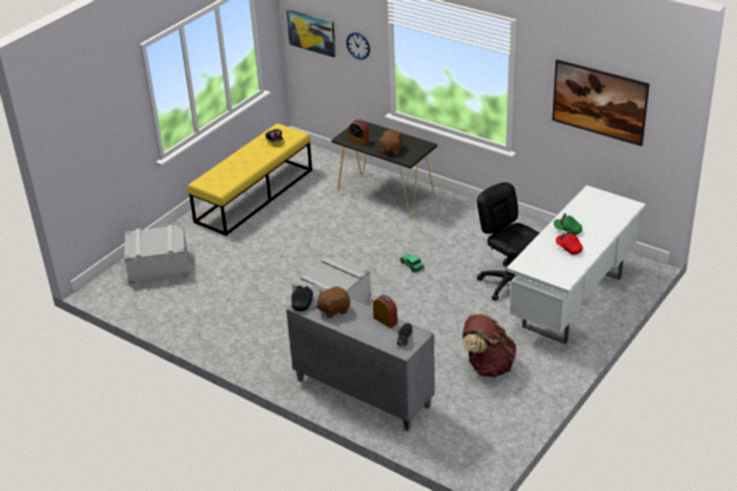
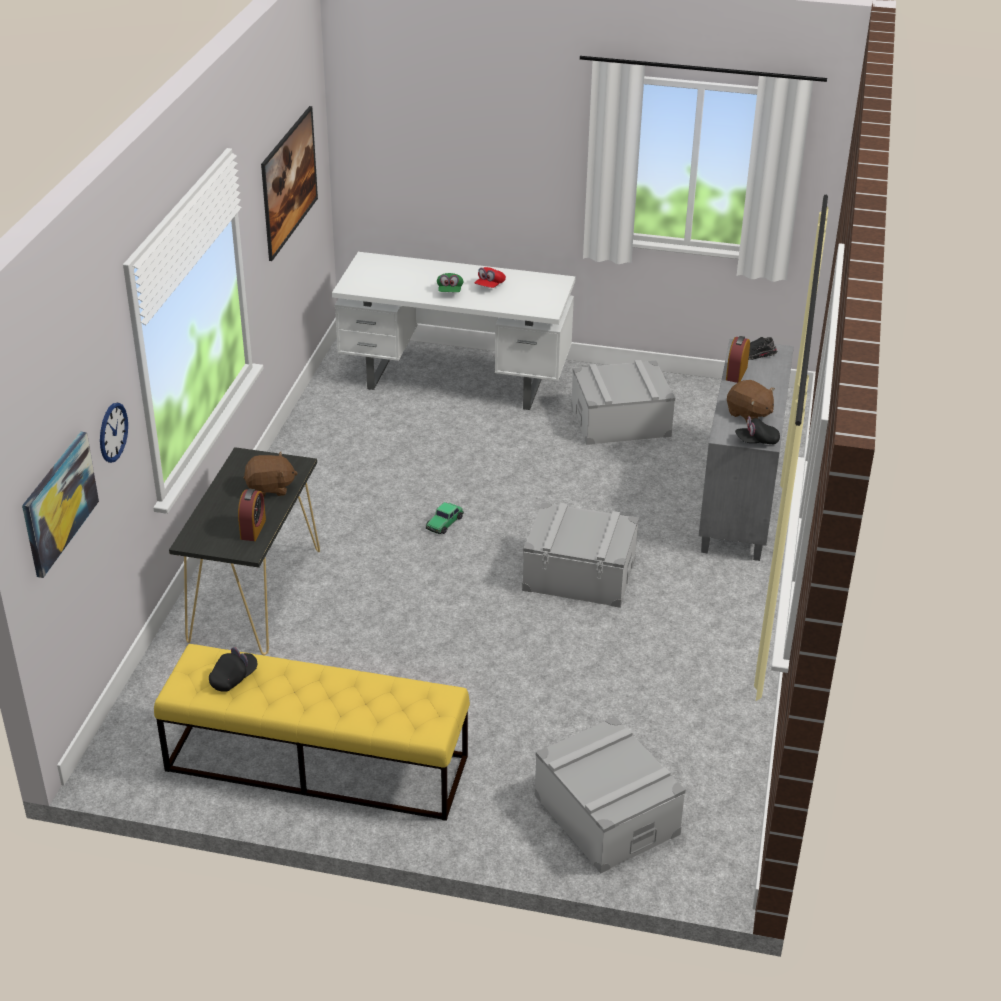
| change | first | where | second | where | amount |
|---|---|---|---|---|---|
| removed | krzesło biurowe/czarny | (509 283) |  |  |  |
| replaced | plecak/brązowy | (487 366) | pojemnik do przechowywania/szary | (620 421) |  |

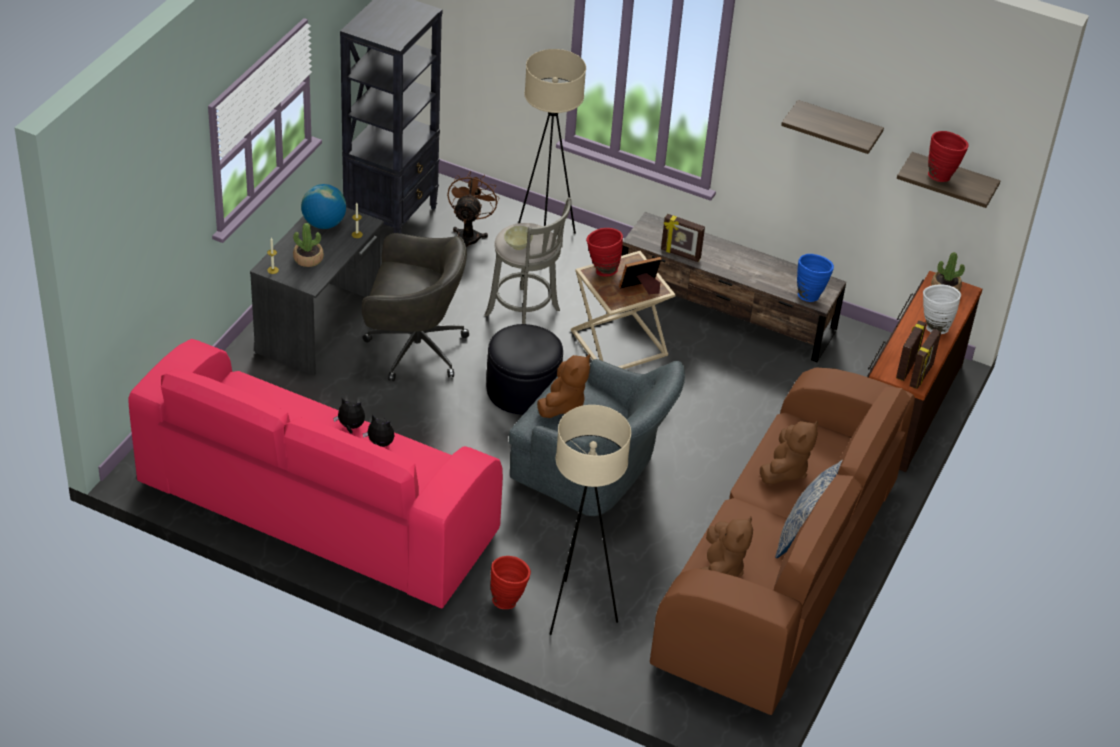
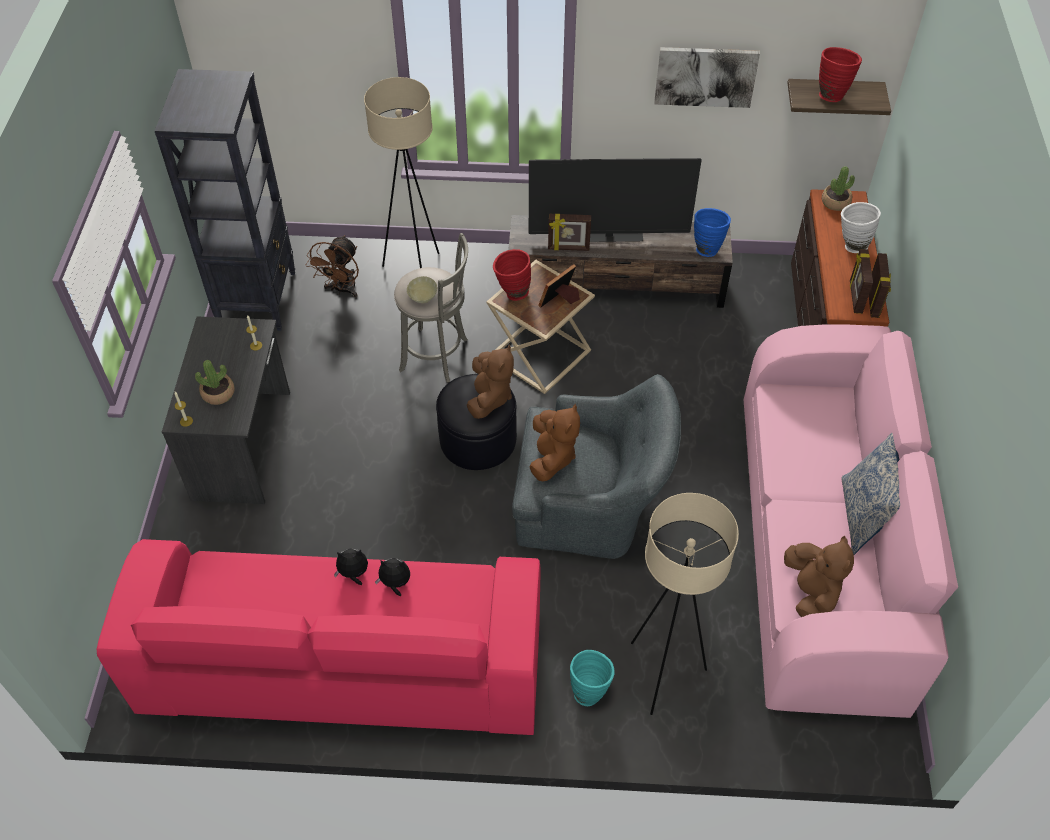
| change | first | where | second | where | amount |
|---|---|---|---|---|---|
| replaced | półka | (838 128) | obraz | (705 76) |  |
| turned | wentylator/brązowy | (469 235) |  | (342 290) | 150 degrees counterclockwise |
| removed | globus | (324 224) |  |  |  |
| removed | krzesło biurowe/szary | (413 348) |  |  |  |
| recoloured | kanapa/brązowy | (779 573) | kanapa/różowy | (819 547) |  |
| moved | pluszak/brązowy | (785 470) |  | (489 397) |  |
| recoloured | wazon/czerwony | (508 599) | wazon/turkusowy | (589 690) |  |
| added |  |  | telewizor | (608 237) |  |

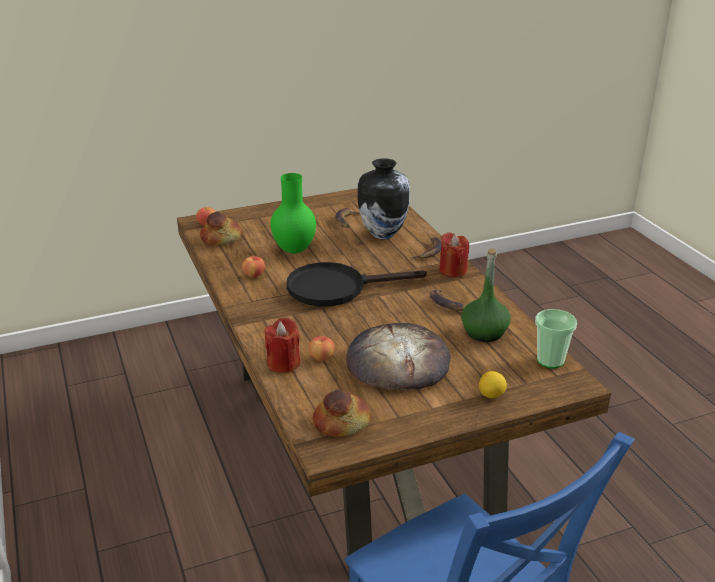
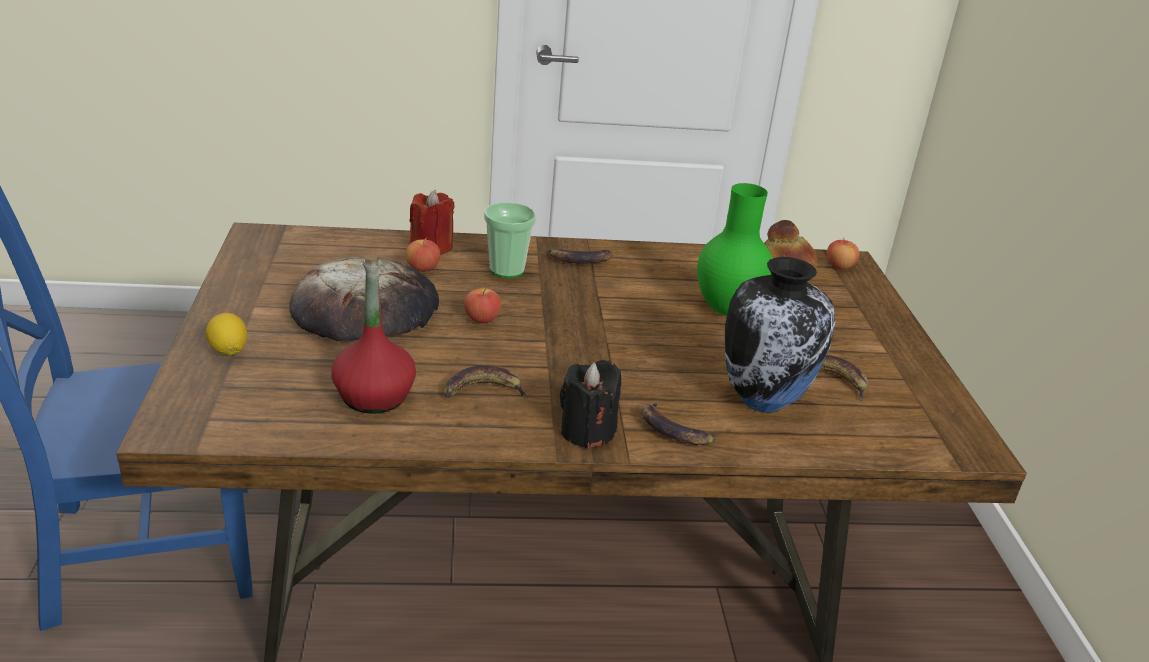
| change | first | where | second | where | amount |
|---|---|---|---|---|---|
| recoloured | świeca/czerwony | (453 270) | świeca/czarny | (587 432) |  |
| recoloured | butelka/zielony | (484 332) | butelka/czerwony | (373 396) |  |
| moved | jabłko | (254 275) |  | (482 319) |  |
| removed | patelnia/czarny | (337 288) |  |  |  |
| moved | filiżanka | (550 360) |  | (507 270) |  |
| removed | chleb | (341 423) |  |  |  |
| added |  |  | banan | (580 259) |  |

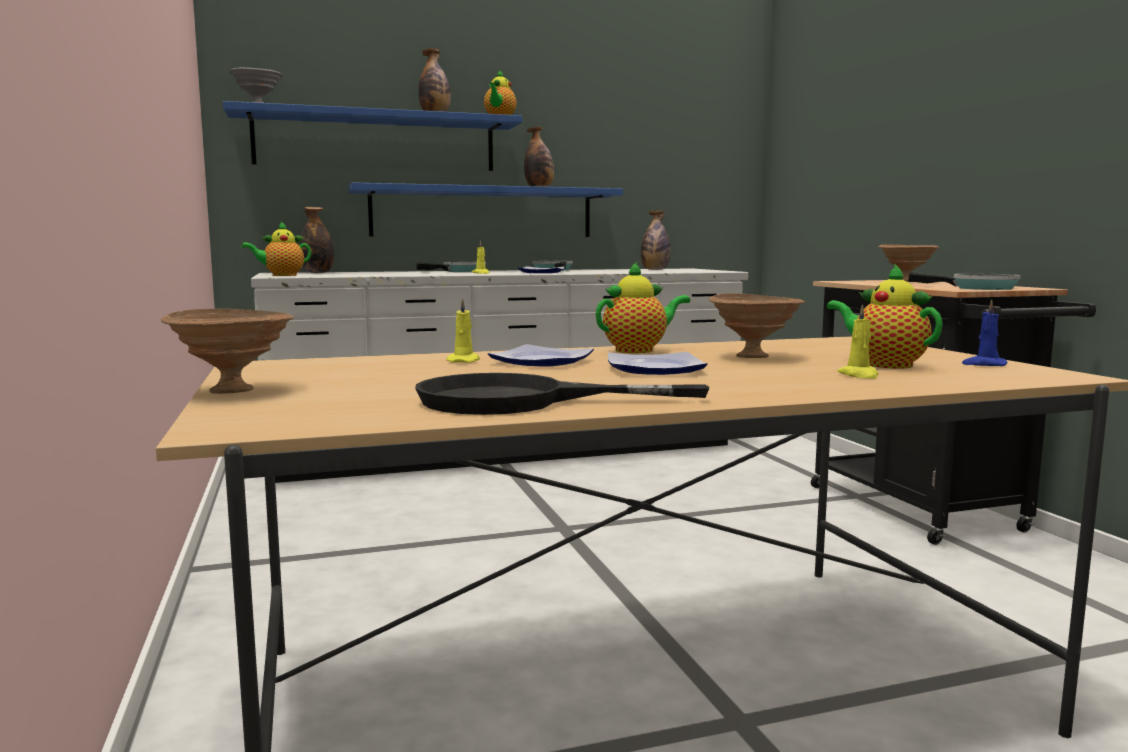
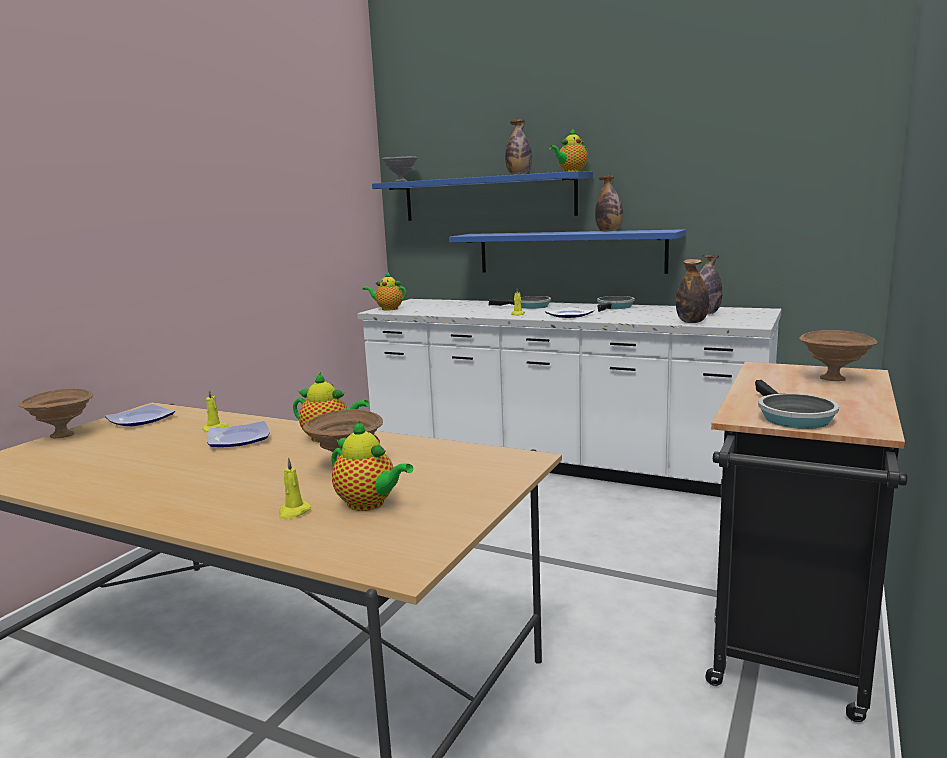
| change | first | where | second | where | amount |
|---|---|---|---|---|---|
| moved | butelka | (317 273) |  | (691 322) |  |
| turned | imbryk | (884 364) |  | (369 504) | 120 degrees clockwise |
| removed | świeca/niebieski | (984 365) |  |  |  |
| moved | talerz | (653 369) |  | (141 419) |  |
| removed | patelnia/czarny | (520 400) |  |  |  |

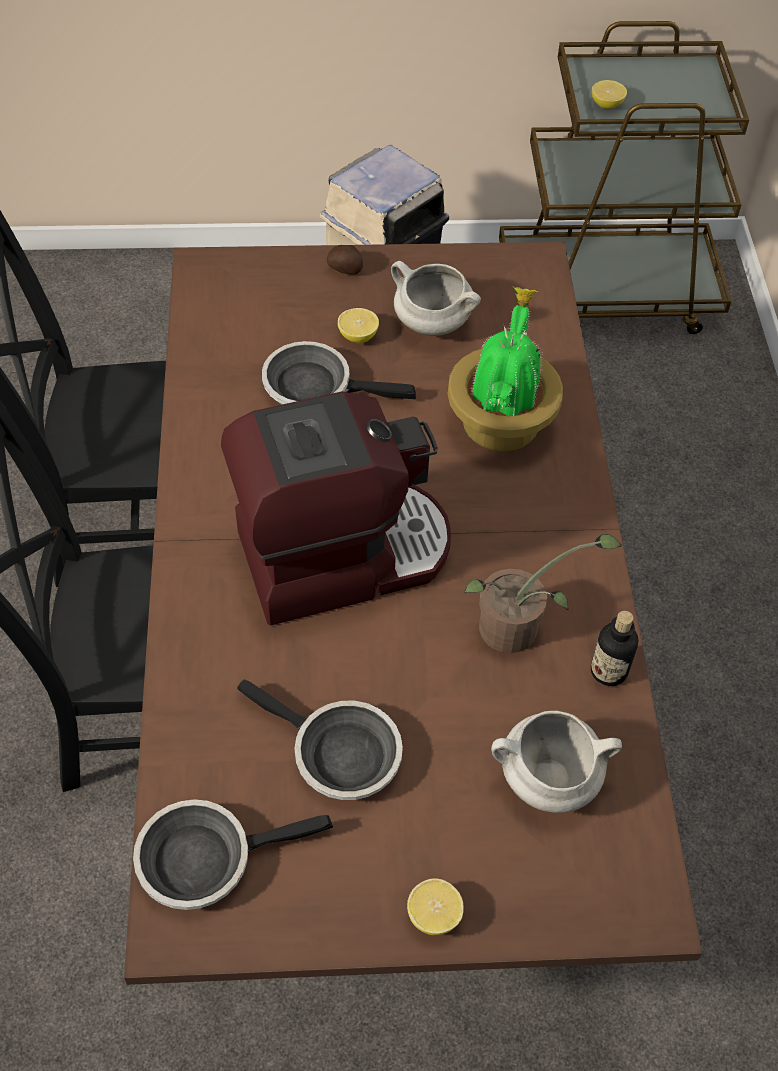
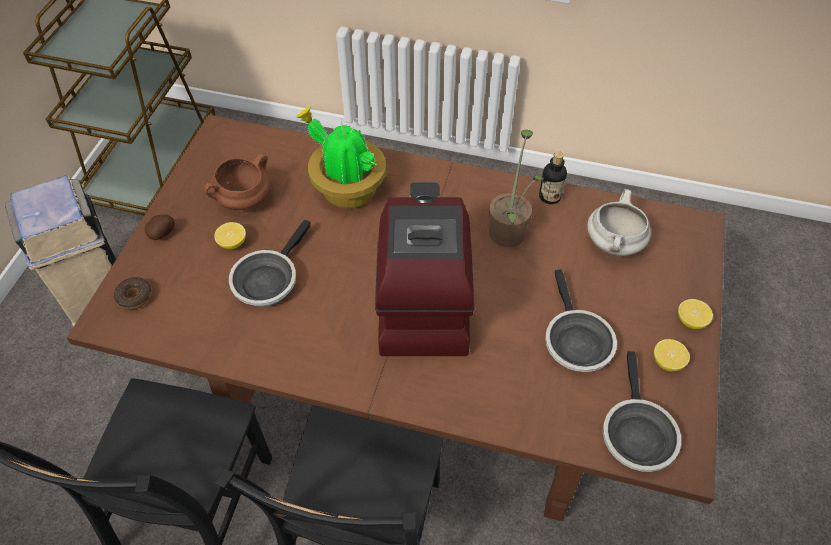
| change | first | where | second | where | amount |
|---|---|---|---|---|---|
| moved | cytryna | (606 105) |  | (667 362) |  |
| recoloured | garnek/biały | (430 324) | garnek/brązowy | (243 201) |  |
| turned | patelnia | (338 754) |  | (575 341) | 120 degrees clockwise |
| added |  |  | donut | (134 296) |  |

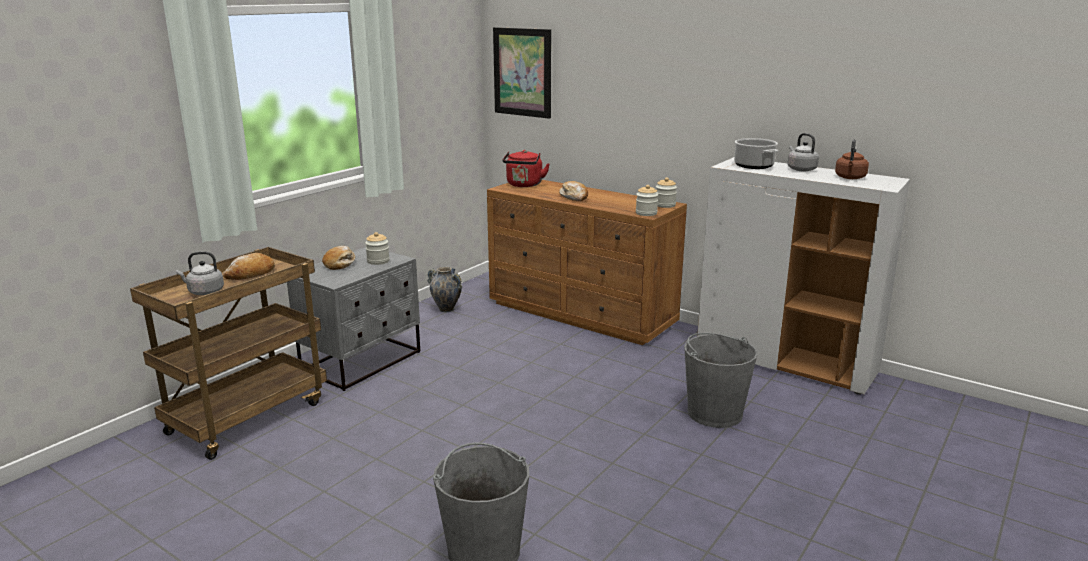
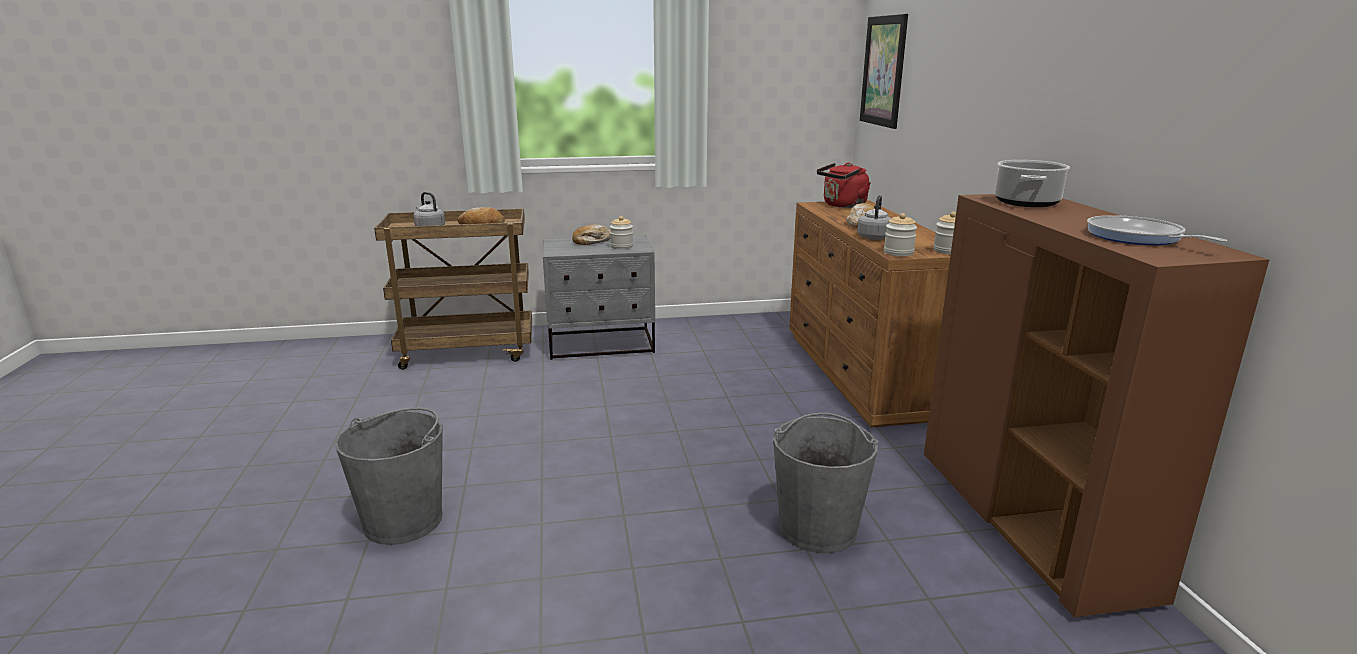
| change | first | where | second | where | amount |
|---|---|---|---|---|---|
| moved | czajnik/szary | (800 169) |  | (874 237) |  |
| replaced | czajnik/brązowy | (850 178) | patelnia | (1137 237) |  |
| recoloured | szafka/biały | (786 362) | szafka/brązowy | (1030 524) |  |
| removed | wazon | (446 309) |  |  |  |

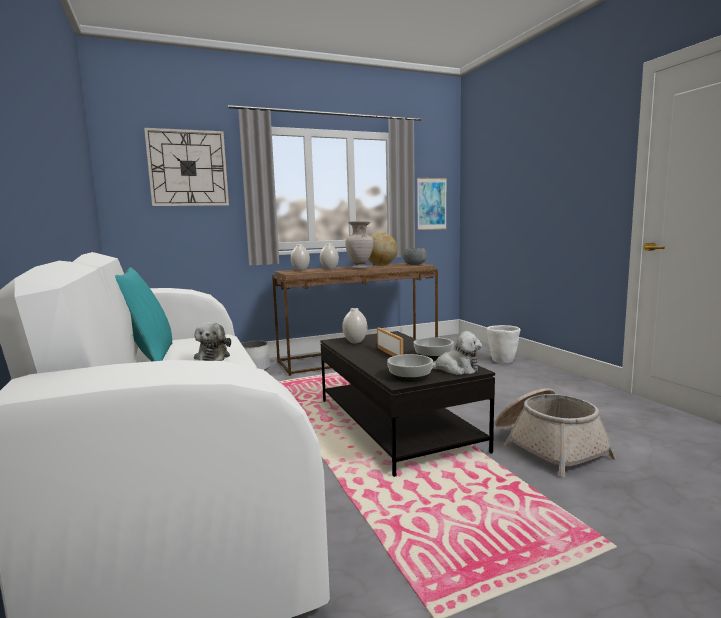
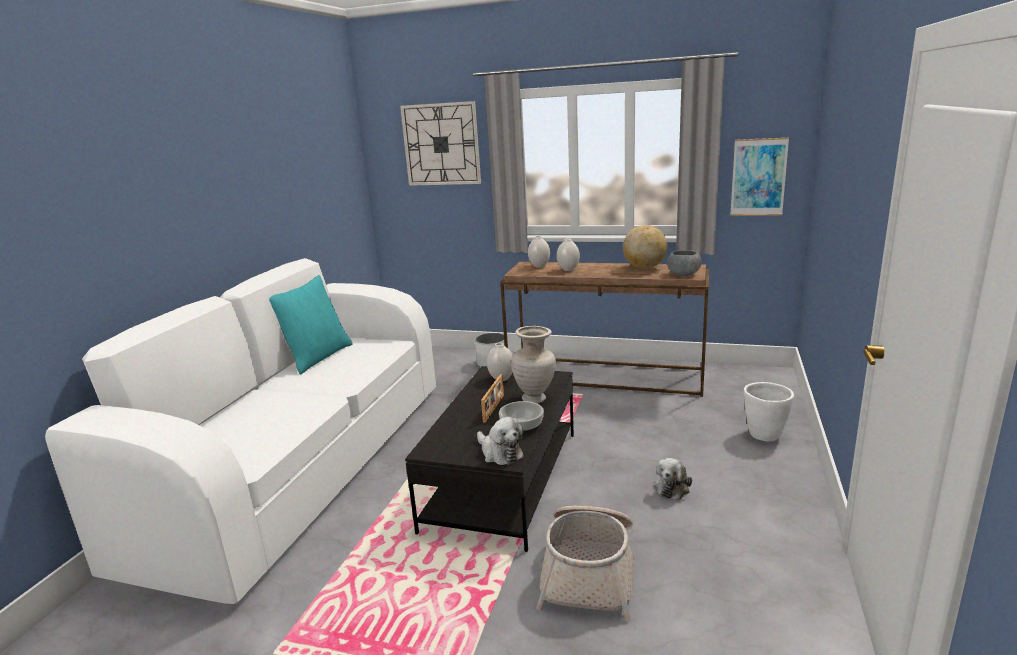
| change | first | where | second | where | amount |
|---|---|---|---|---|---|
| moved | wazon/beżowy | (360 268) |  | (535 399) |  |
| moved | pluszak | (213 356) |  | (673 487) |  |
| removed | miska | (410 376) |  |  |  |

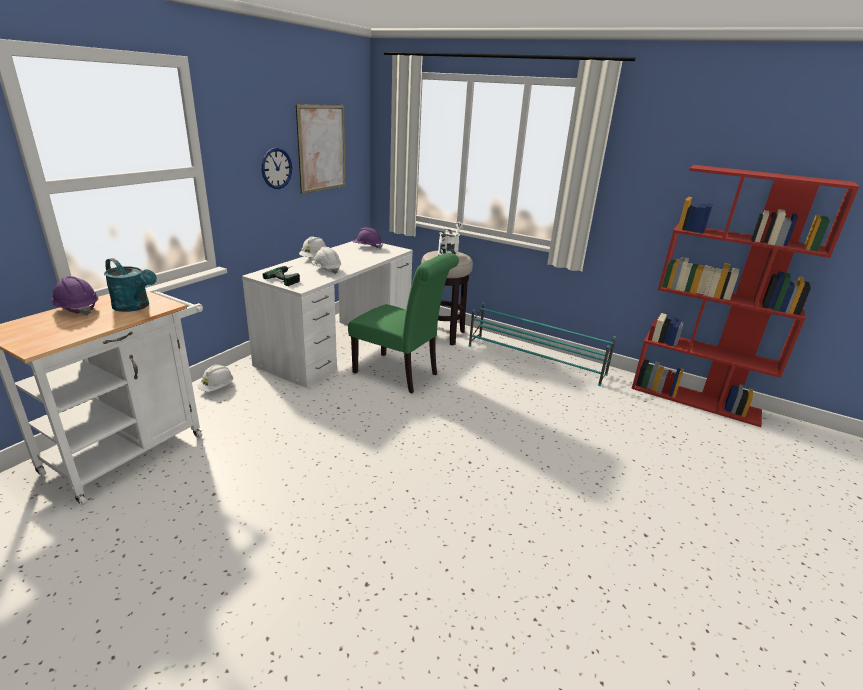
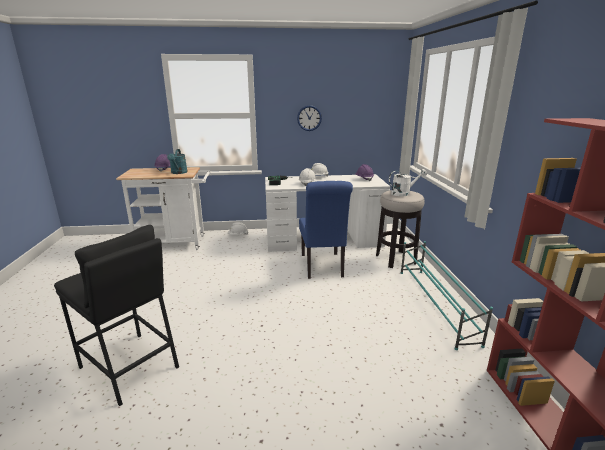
| change | first | where | second | where | amount |
|---|---|---|---|---|---|
| removed | obraz | (322 148) |  |  |  |
| recoloured | krzesło/zielony | (400 374) | krzesło/niebieski | (322 267) |  |
| added |  |  | stołek/czarny | (129 367) |  |

